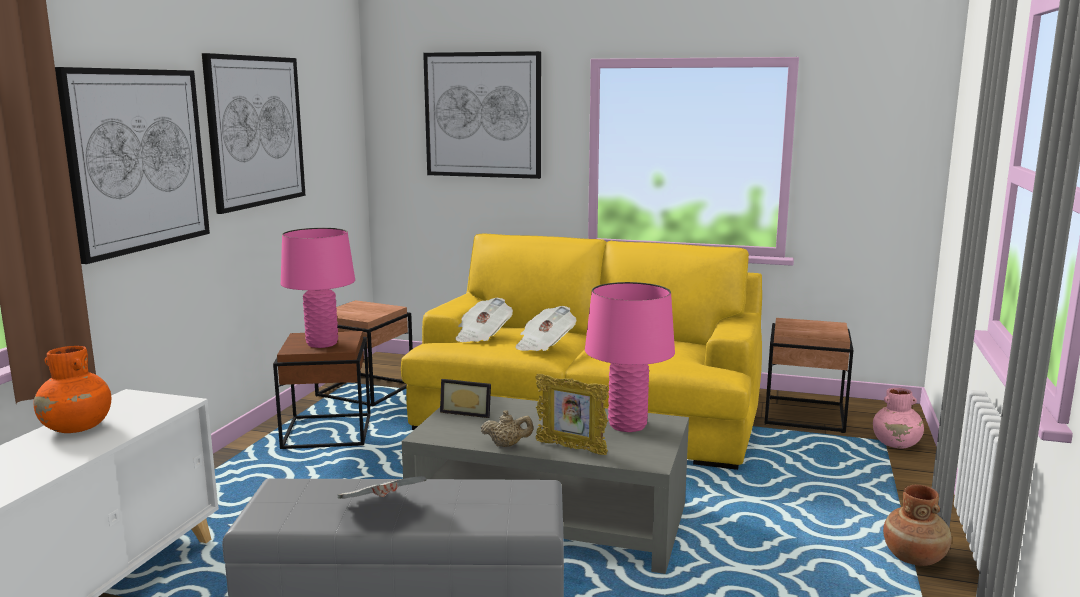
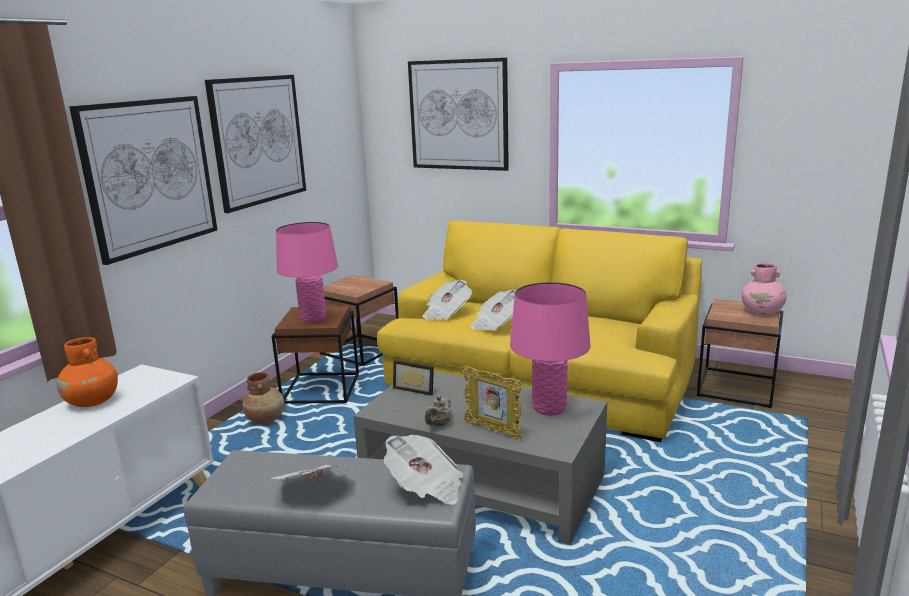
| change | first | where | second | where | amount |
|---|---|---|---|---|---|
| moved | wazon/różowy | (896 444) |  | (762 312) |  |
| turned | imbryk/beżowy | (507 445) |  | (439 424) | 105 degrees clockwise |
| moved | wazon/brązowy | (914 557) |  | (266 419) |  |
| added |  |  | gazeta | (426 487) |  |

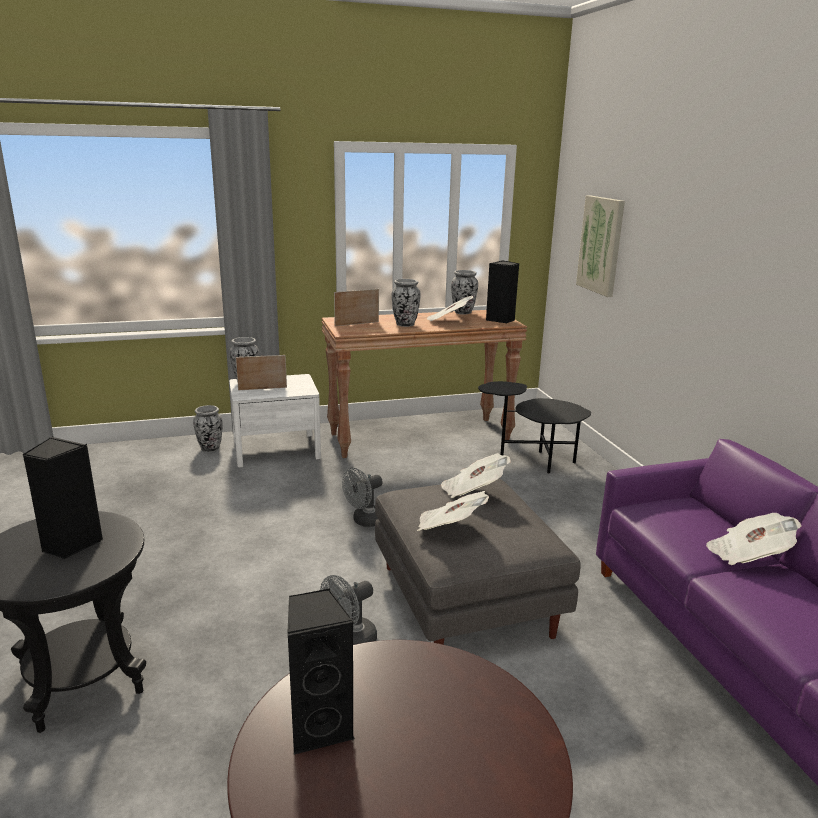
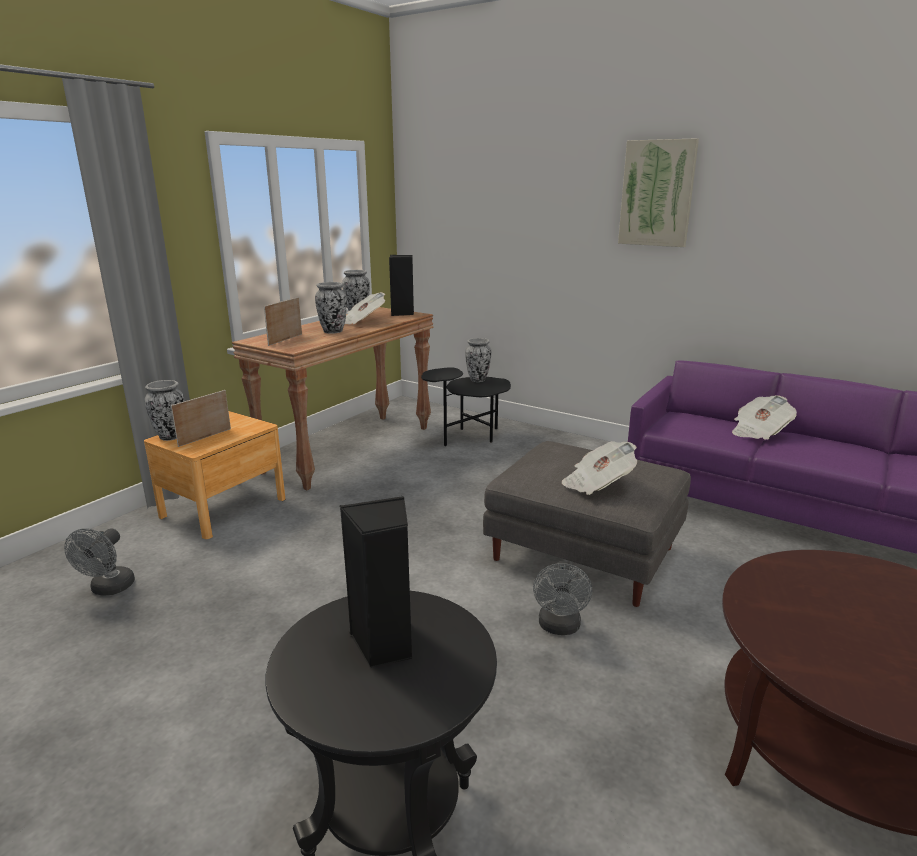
| change | first | where | second | where | amount |
|---|---|---|---|---|---|
| moved | obraz | (601 245) |  | (657 193) |  |
| recoloured | szafka nocna/biały | (276 449) | szafka nocna/brązowy | (223 507) |  |
| moved | wazon | (210 449) |  | (478 380) |  |
| removed | gazeta | (473 491) |  |  |  |
| moved | wentylator/szary | (364 521) |  | (109 589) |  |
| removed | głośnik/czarny | (319 727) |  |  |  |

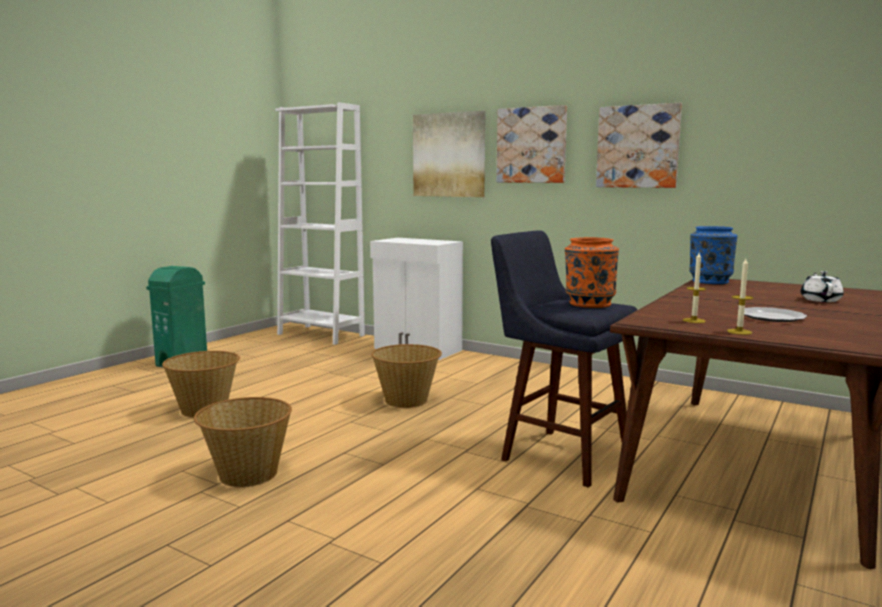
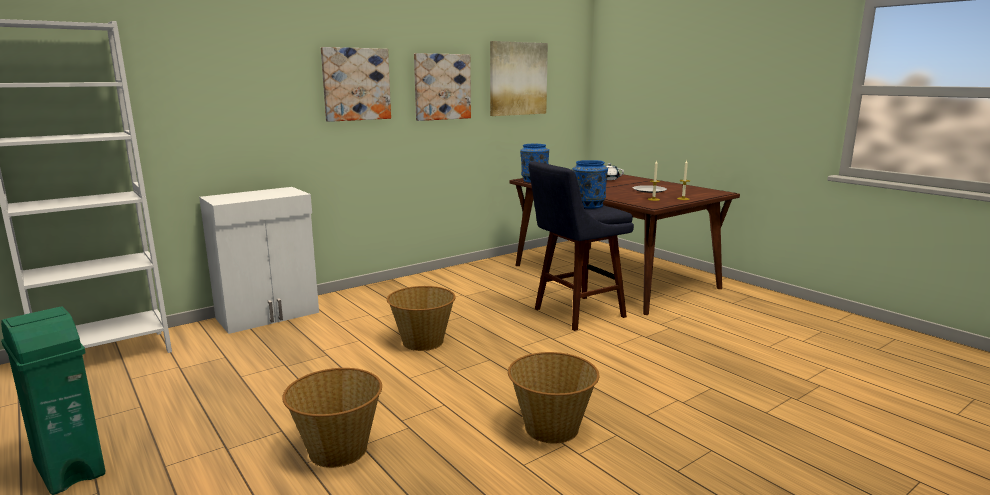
| change | first | where | second | where | amount |
|---|---|---|---|---|---|
| moved | obraz | (449 155) |  | (518 79) |  |
| recoloured | wazon/pomarańczowy | (589 303) | wazon/niebieski | (588 205) |  |

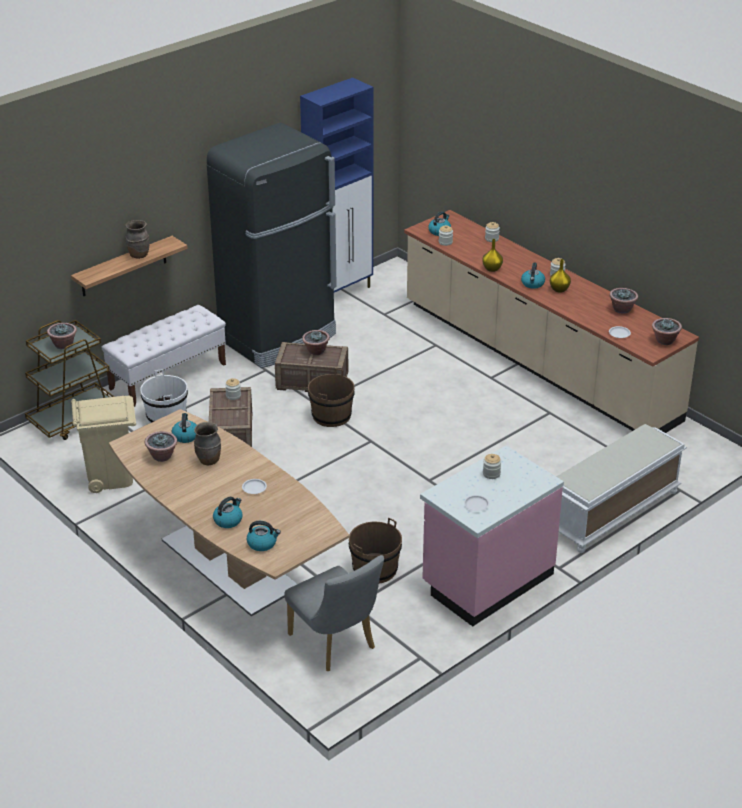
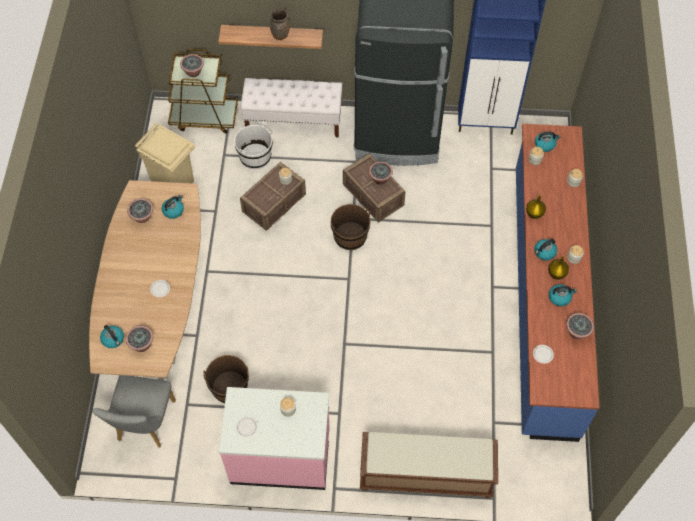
| change | first | where | second | where | amount |
|---|---|---|---|---|---|
| recoloured | zabudowa kuchenna/beżowy | (537 362) | zabudowa kuchenna/niebieski | (542 298) |  |
| moved | roślina doniczkowa | (664 341) |  | (142 345) |  |
| removed | wazon/brązowy | (208 461) |  |  |  |
| recoloured | ławka/biały | (612 512) | ławka/brązowy | (425 475) |  |
| moved | czajnik | (228 520) |  | (560 297) |  |

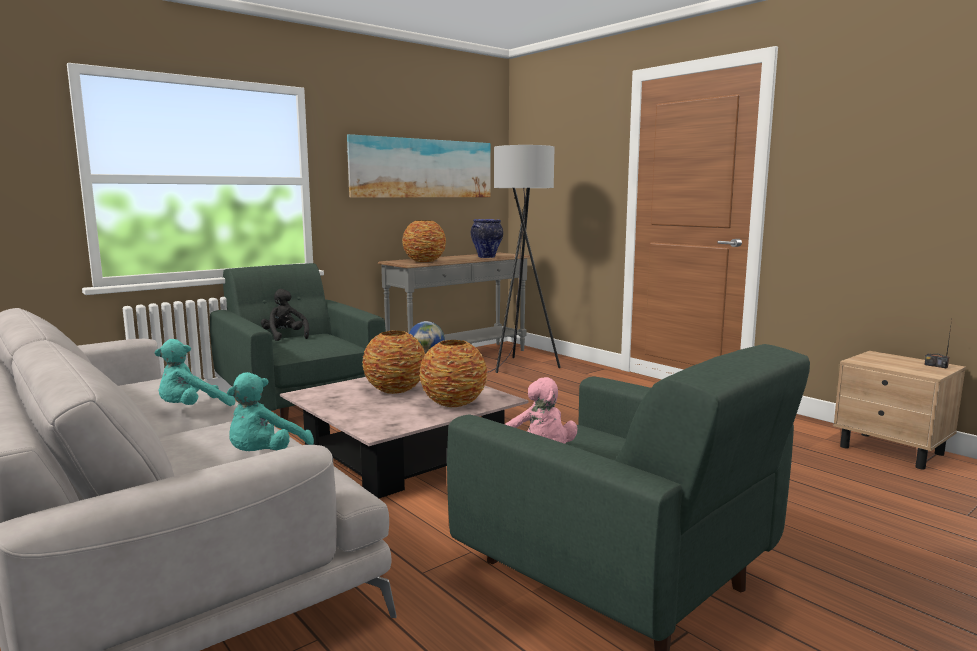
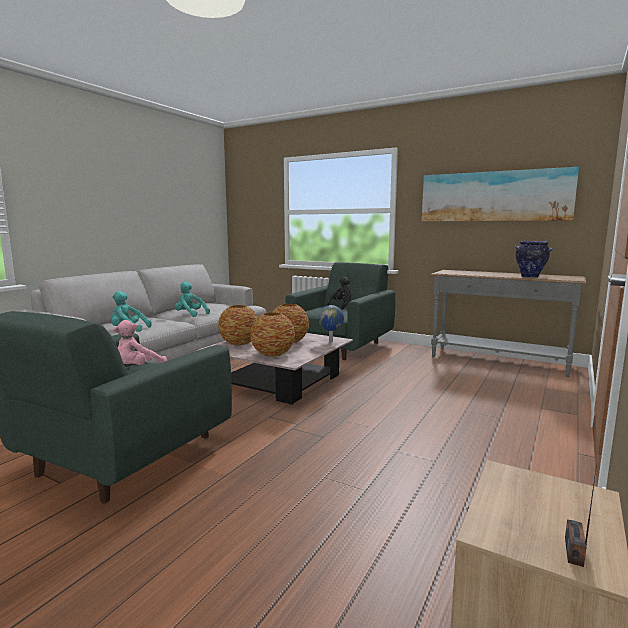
| change | first | where | second | where | amount |
|---|---|---|---|---|---|
| removed | lampa stojąca/szary | (519 367) |  |  |  |
| moved | wazon | (424 261) |  | (239 343) |  |

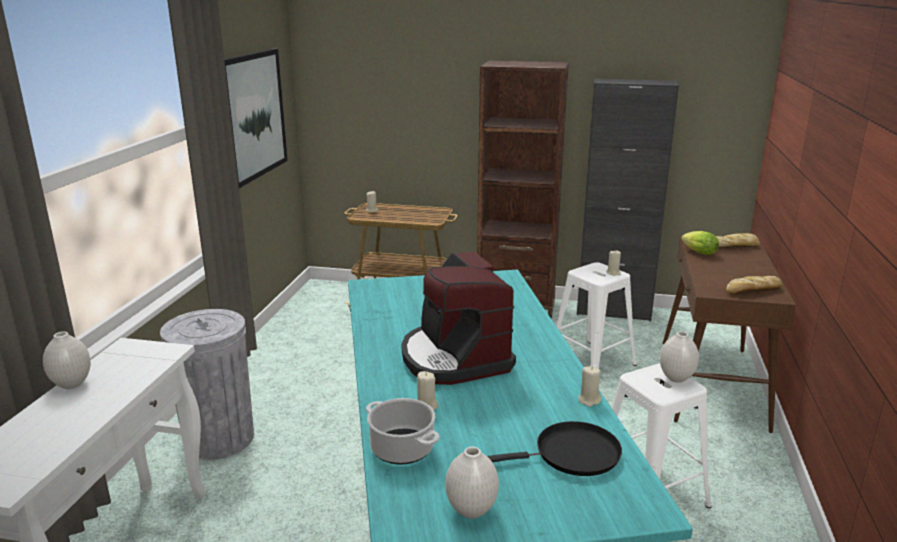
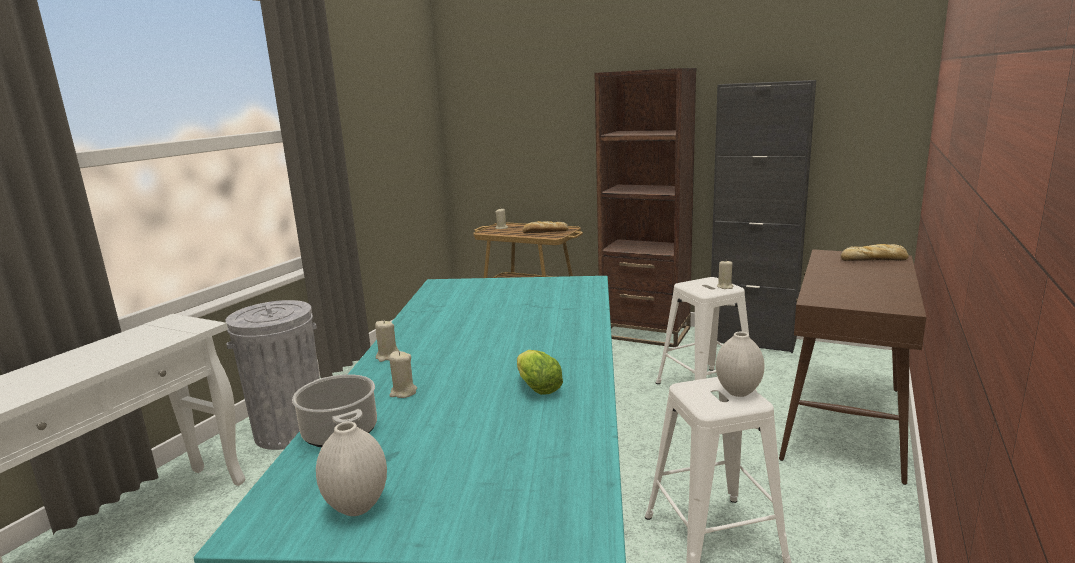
| change | first | where | second | where | amount |
|---|---|---|---|---|---|
| removed | obraz | (253 115) |  |  |  |
| moved | sałata | (697 252) |  | (536 387) |  |
| removed | ekspres do kawy | (455 358) |  |  |  |
| moved | chleb | (752 291) |  | (544 232) |  |
| removed | wazon/biały | (72 384) |  |  |  |
| moved | świeca/beżowy | (589 400) |  | (388 357) |  |
| removed | patelnia/czarny | (572 455) |  |  |  |

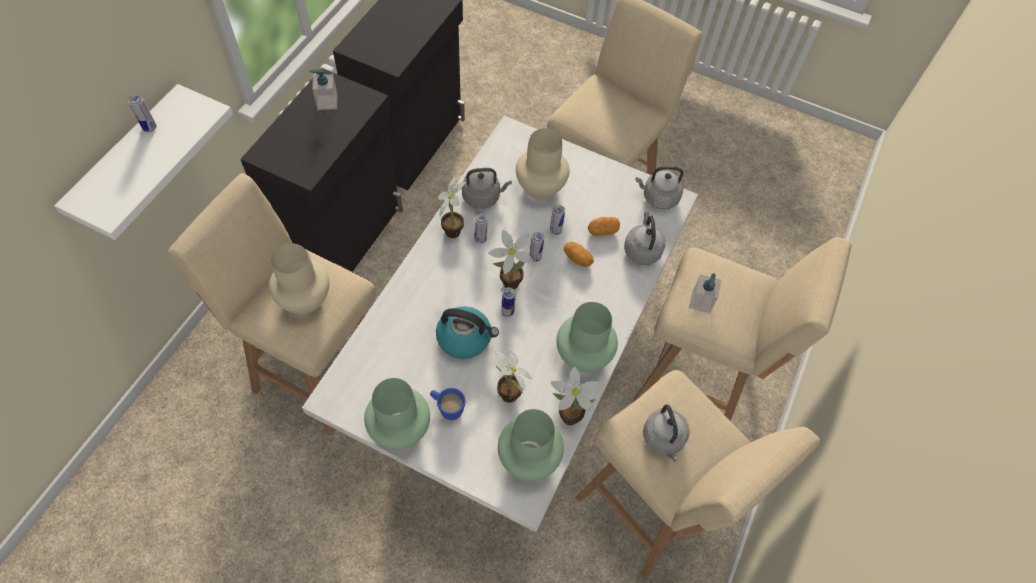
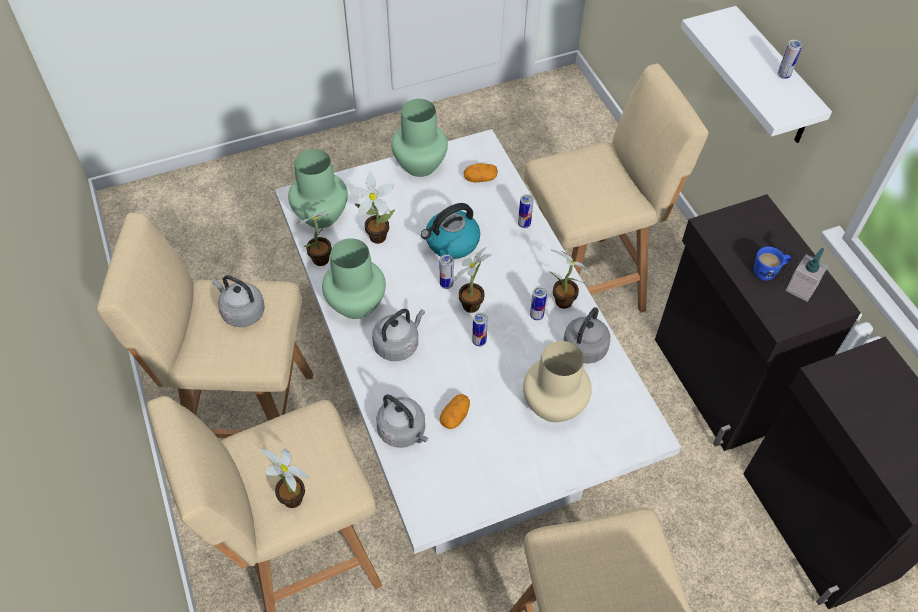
| change | first | where | second | where | amount |
|---|---|---|---|---|---|
| moved | czajnik/szary | (658 197) |  | (398 344) |  |
| moved | puszka | (555 230) |  | (524 224) |  |
| moved | ziemniak | (577 259) |  | (480 179) |  |
| removed | wazon/beżowy | (304 299) |  |  |  |
| removed | dozownik mydła | (701 302) |  |  |  |
| moved | kubek/niebieski | (447 408) |  | (768 272) |  |
| added |  |  | roślina doniczkowa | (293 502) |  |

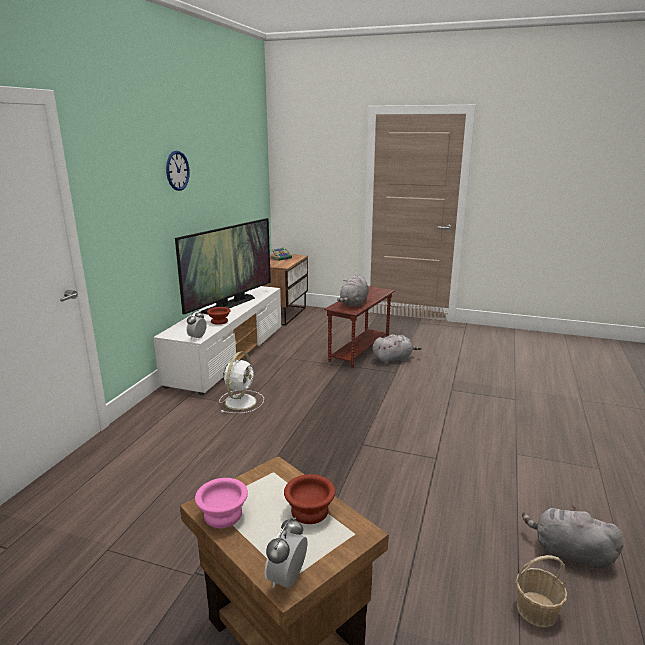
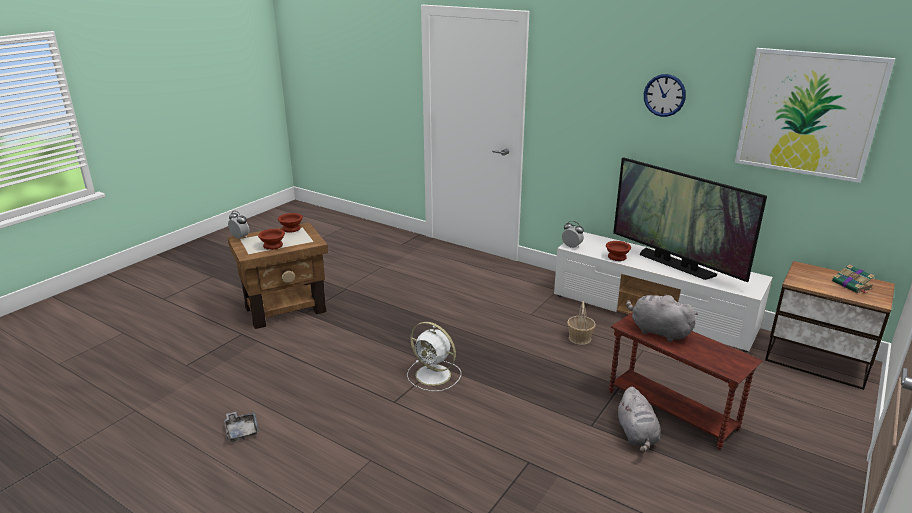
| change | first | where | second | where | amount |
|---|---|---|---|---|---|
| moved | wentylator/biały | (241 401) |  | (434 375) |  |
| recoloured | miska/różowy | (222 514) | miska/brązowy | (292 229) |  |
| replaced | pluszak/szary | (569 554) | taca/szary | (241 430) |  |
| moved | koszyk | (537 610) |  | (579 338) |  |
| added |  |  | obraz | (808 114) |  |

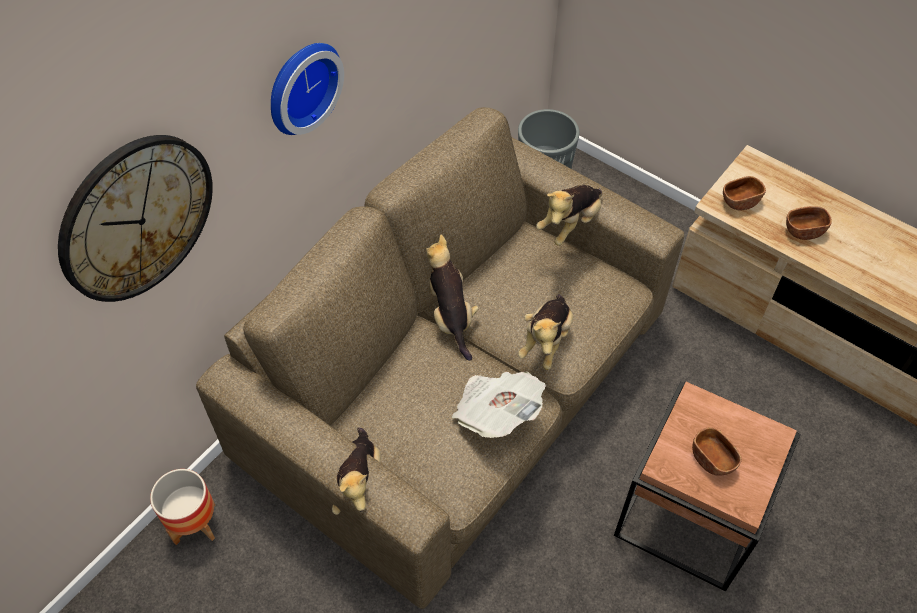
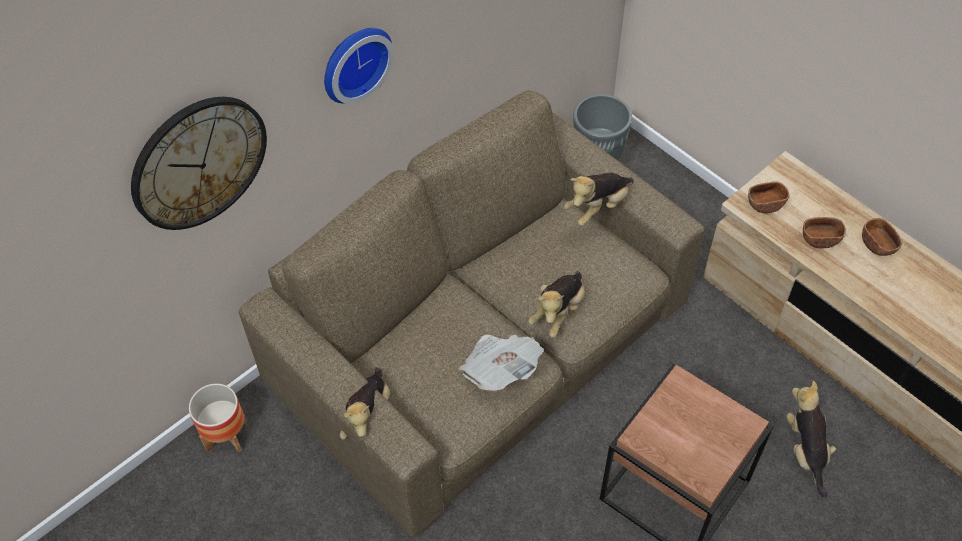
| change | first | where | second | where | amount |
|---|---|---|---|---|---|
| moved | pluszak | (450 316) |  | (806 450) |  |
| moved | miska/brązowy | (712 459) |  | (878 245) |  |

